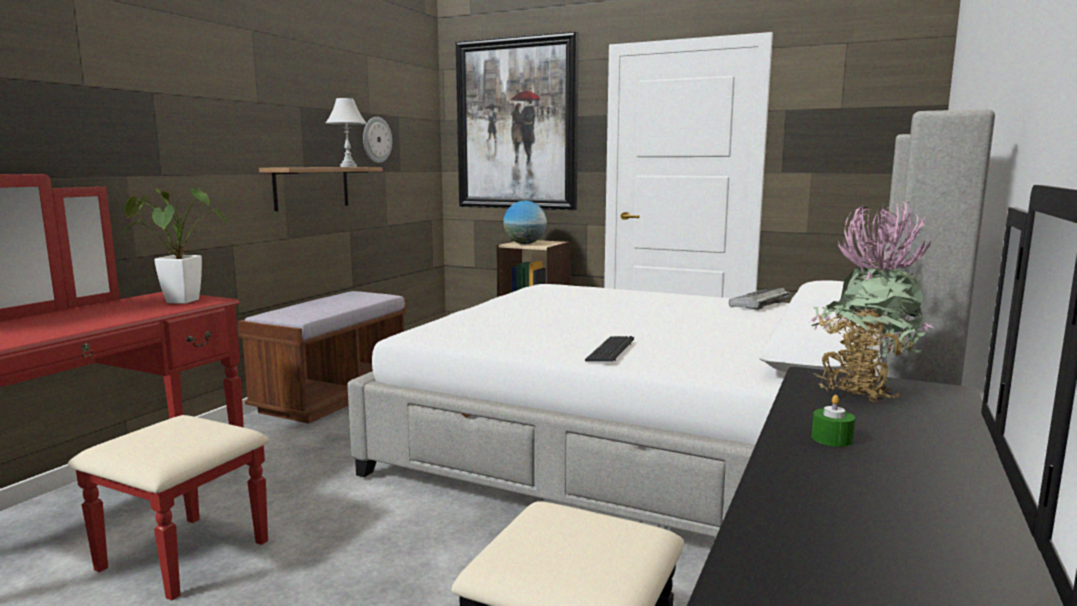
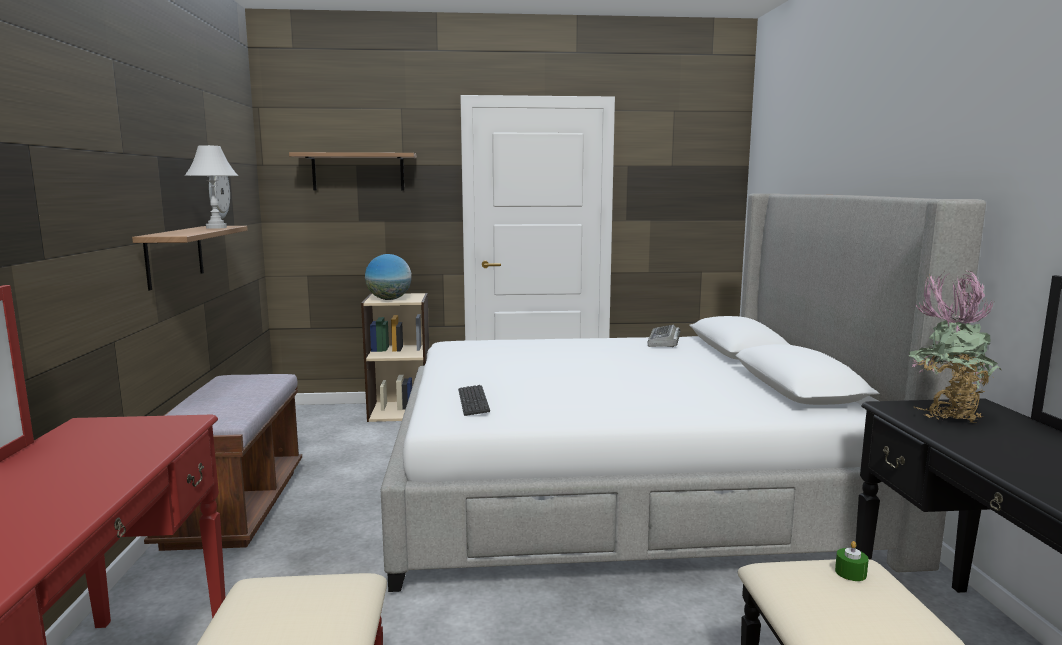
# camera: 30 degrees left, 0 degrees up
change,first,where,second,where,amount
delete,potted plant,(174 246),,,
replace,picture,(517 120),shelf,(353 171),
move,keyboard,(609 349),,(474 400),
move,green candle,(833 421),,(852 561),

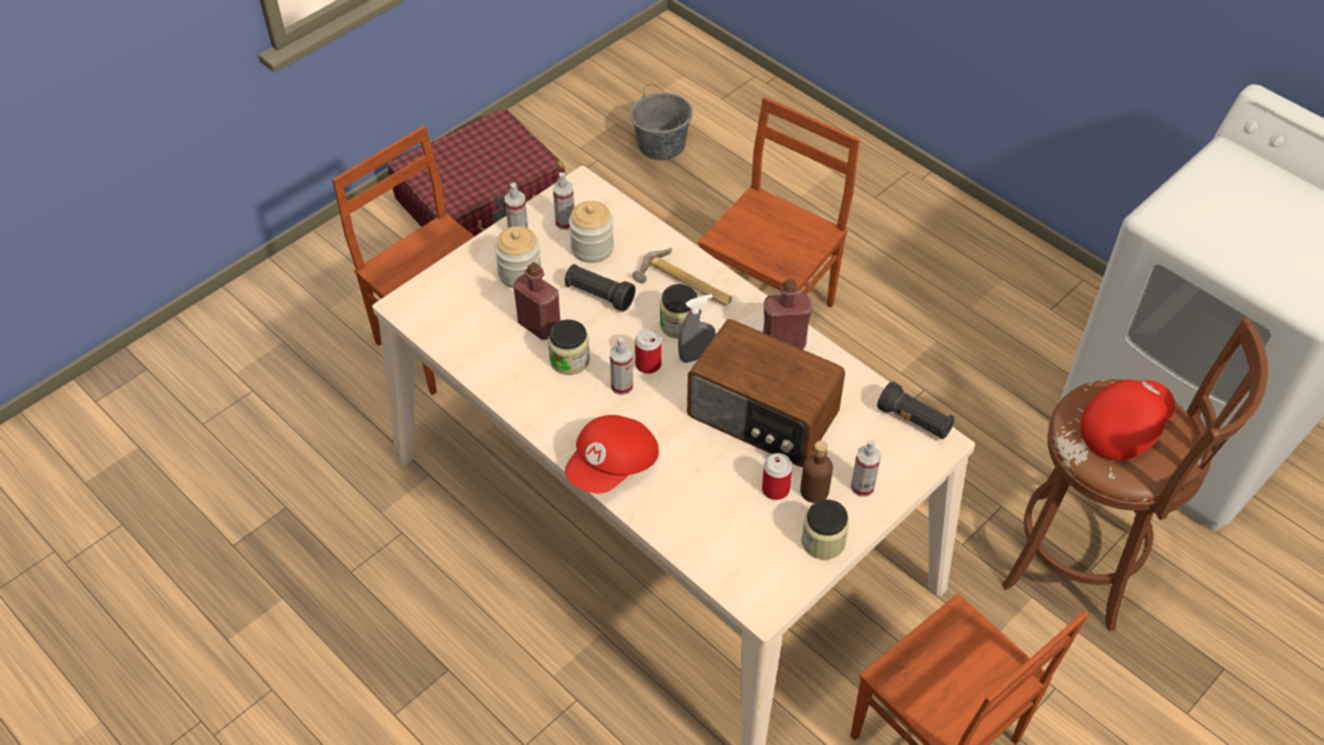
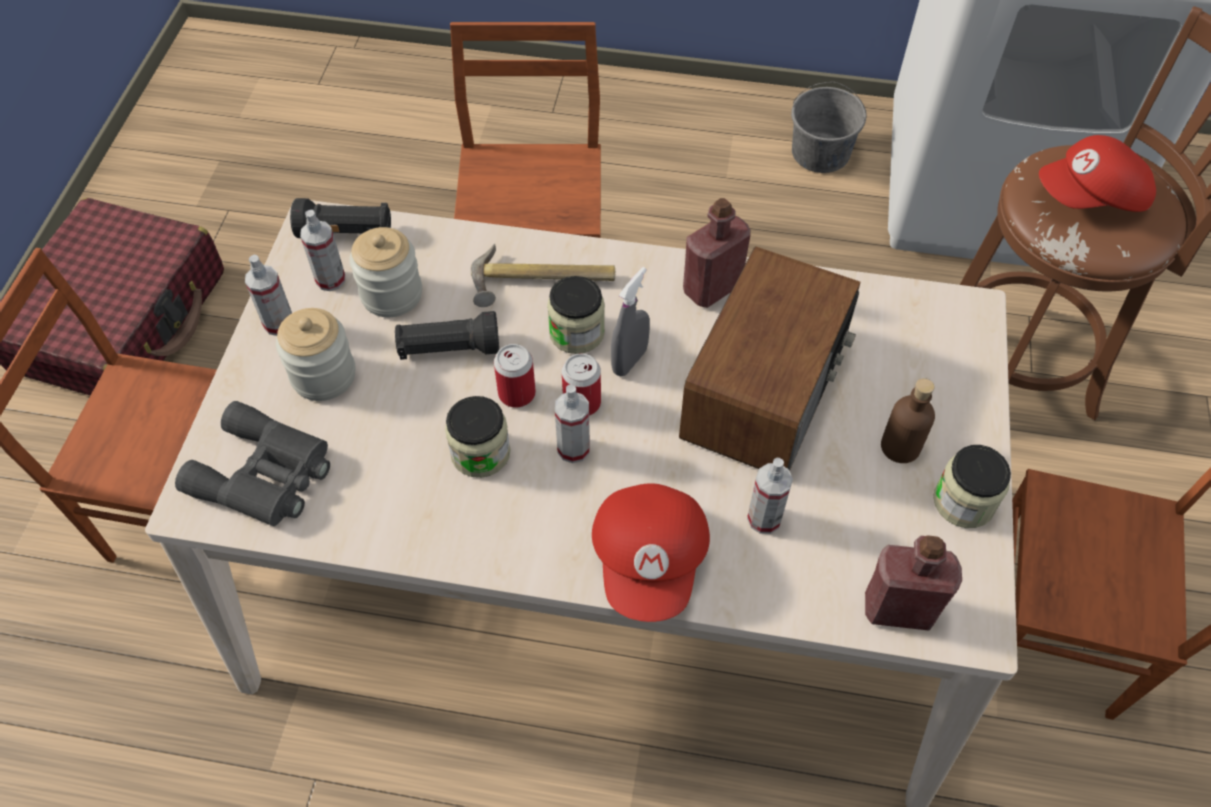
# camera: 35 degrees left, 5 degrees up
change,first,where,second,where,amount
move,red bottle,(536 301),,(913 583),
move,grey bucket,(661 122),,(829 127),
rotate,radio,(766 393),,(769 358),60 degrees counterclockwise
move,can,(777 476),,(515 376),
move,spray bottle,(866 468),,(770 495),
move,black flashlight,(915 410),,(340 218),
rotate,red cap,(1127 420),,(1097 173),120 degrees counterclockwise
insert,,,grey binoculars,(252 463),

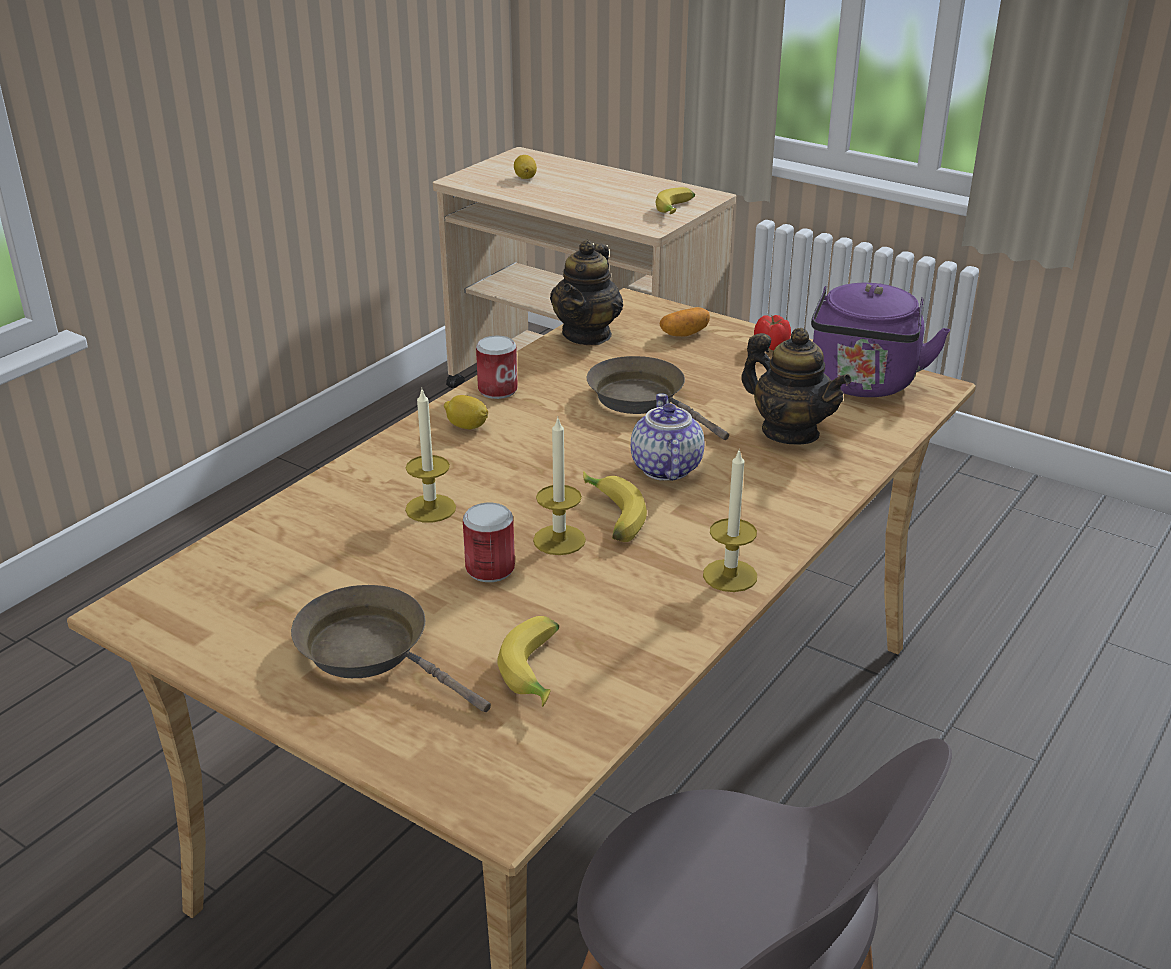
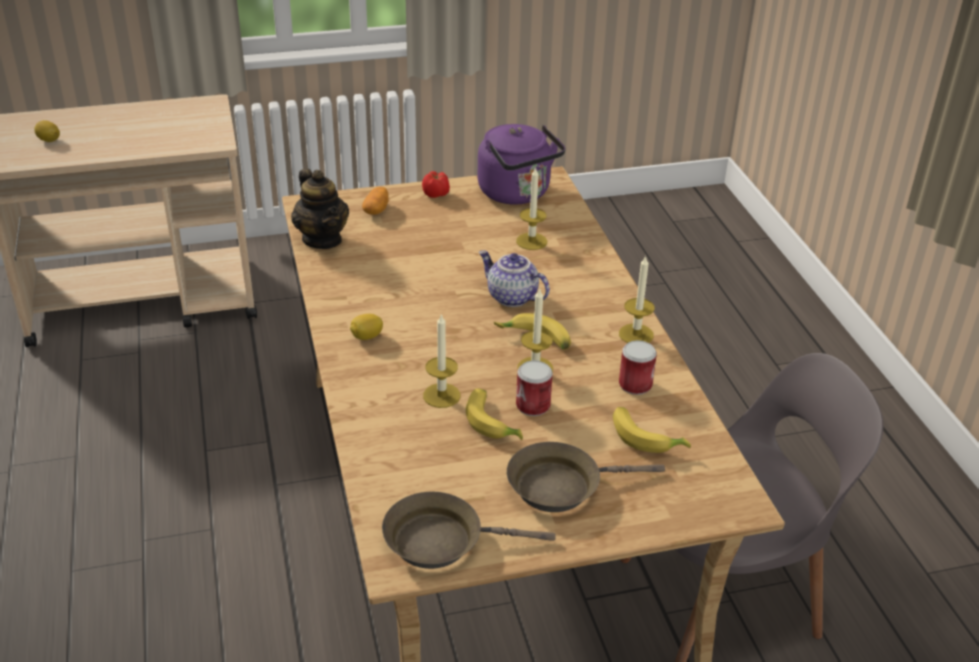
# camera: 50 degrees left, 5 degrees up
change,first,where,second,where,amount
move,can,(497 367),,(638 367),
move,brown frying pan,(658 398),,(469 530),
move,banana,(675 200),,(494 414),
replace,teapot,(796 386),candle,(531 208),

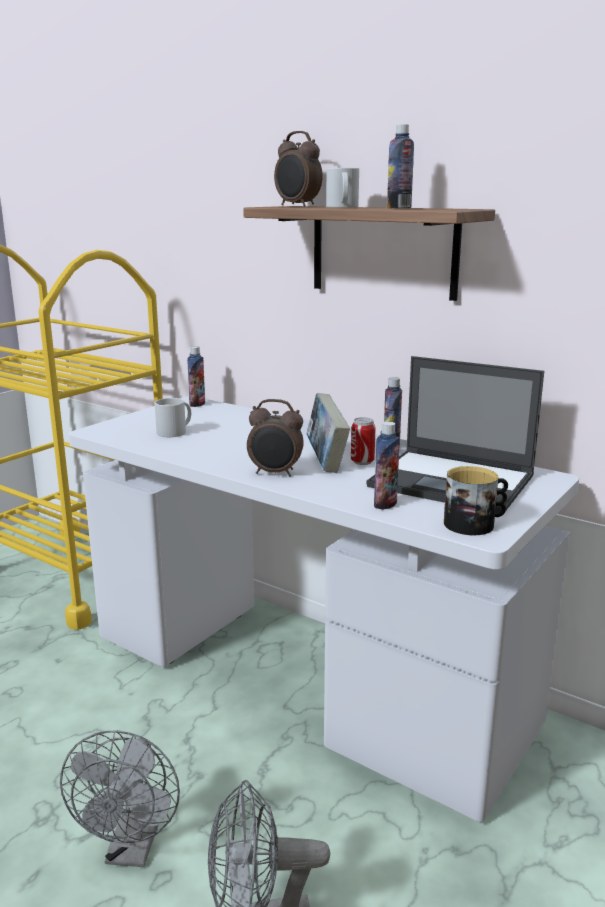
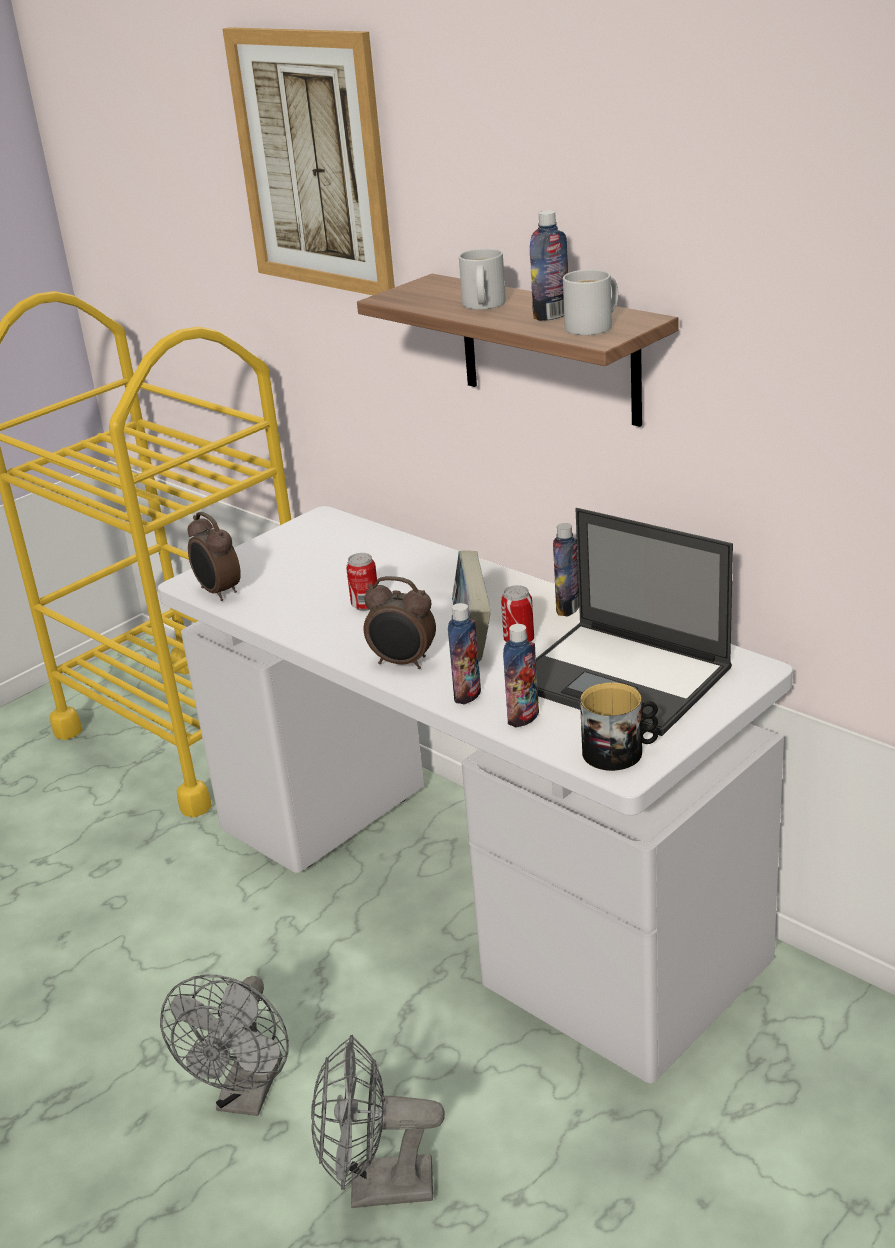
# camera: 10 degrees right, 10 degrees up
change,first,where,second,where,amount
move,white mug,(173 417),,(590 302),
move,bottle,(196 376),,(464 653),
move,alarm clock,(298 169),,(214 556),
insert,,,picture,(309 161),
insert,,,can,(361 582),

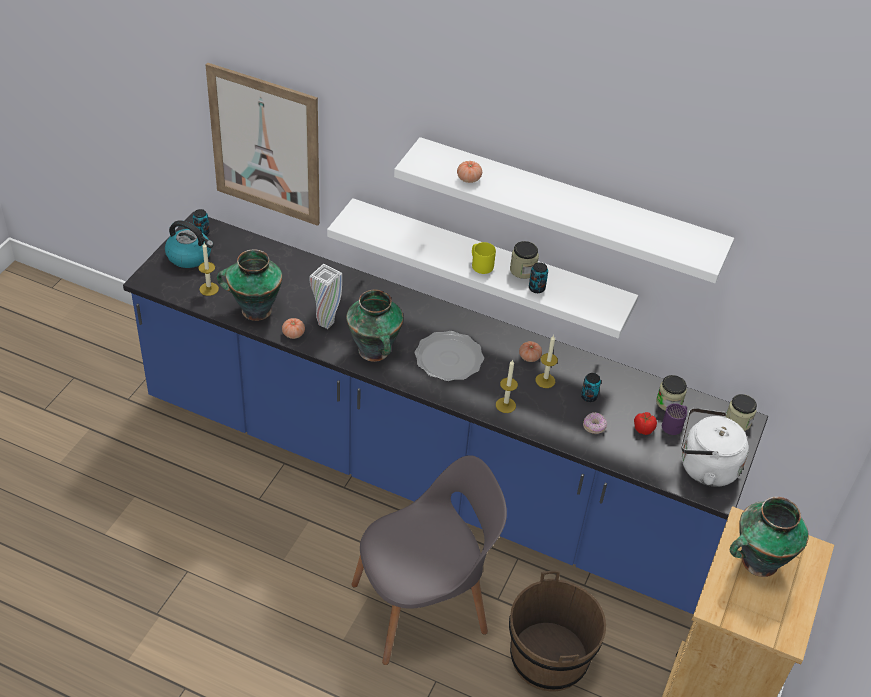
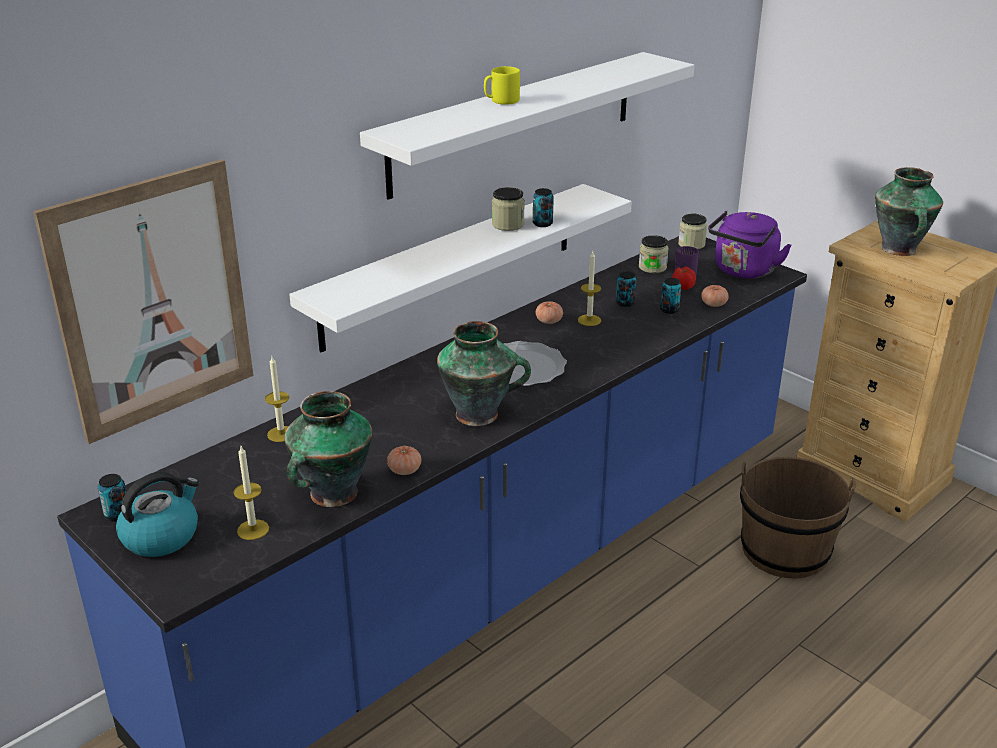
# camera: 65 degrees left, 15 degrees down
change,first,where,second,where,amount
delete,white vase,(325 296),,,
delete,grey chair,(429 560),,,
move,tomato,(469 172),,(715 296),
move,yellow mug,(484 258),,(502 85),
move,candle,(507 386),,(277 399),
replace,donut,(595 423),can,(670 296),
recolor,white kettle,(715 447),purple kettle,(750 245),

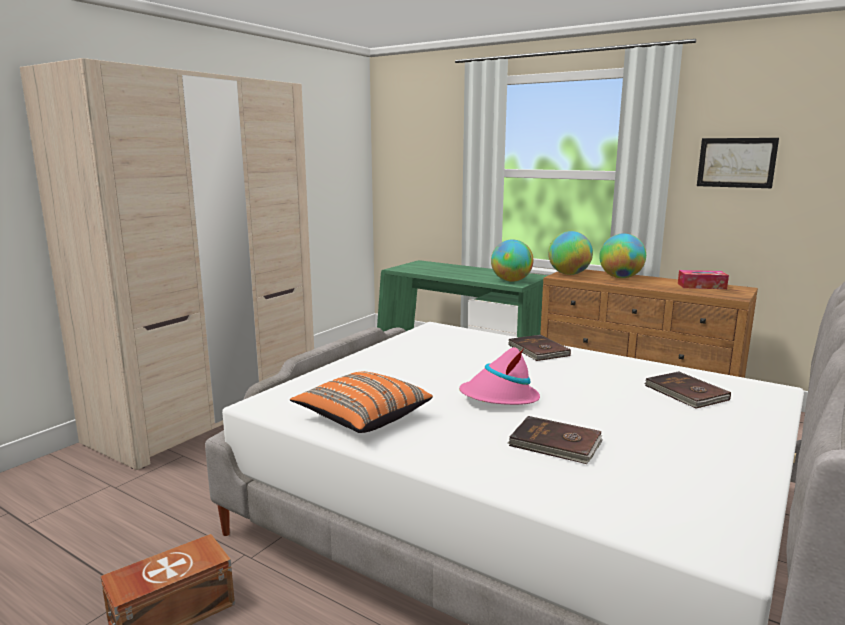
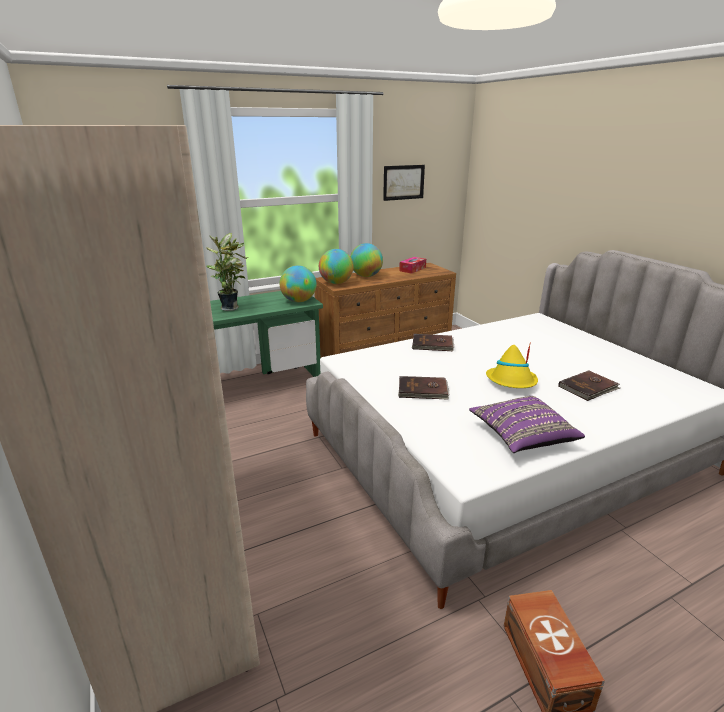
# camera: 60 degrees left, 10 degrees up
change,first,where,second,where,amount
recolor,orange pillow,(361 402),purple pillow,(527 424),
recolor,pink hat,(499 376),yellow hat,(512 365),
move,brown book,(687 390),,(424 388),
insert,,,potted plant,(226 272),

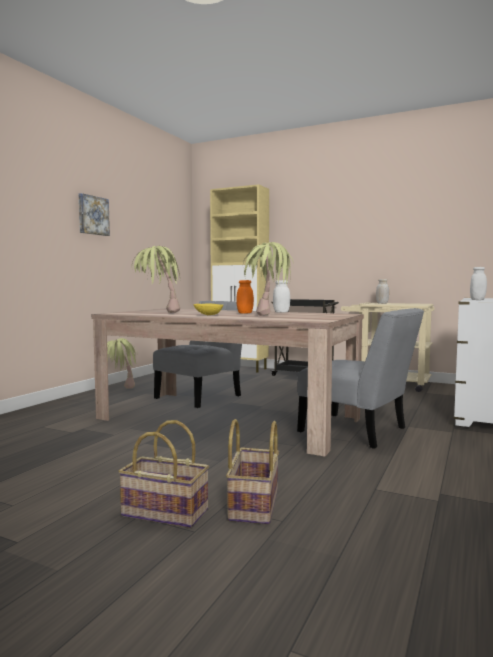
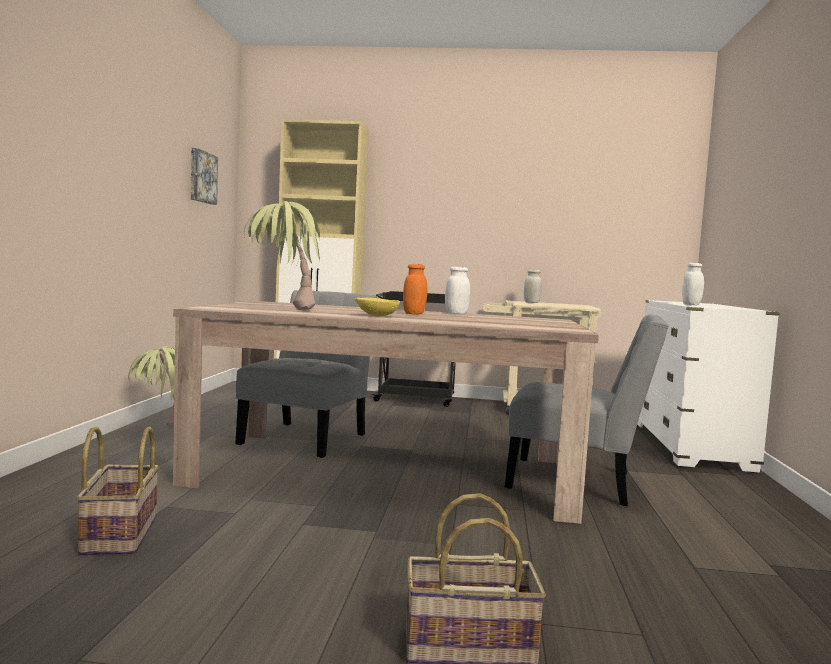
# camera: 20 degrees left, 0 degrees up
change,first,where,second,where,amount
move,picture,(94 214),,(204 176),
move,basket,(252 471),,(117 490),
delete,potted plant,(268 279),,,

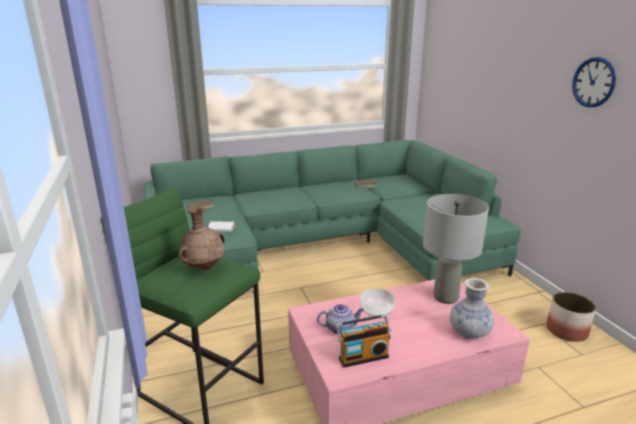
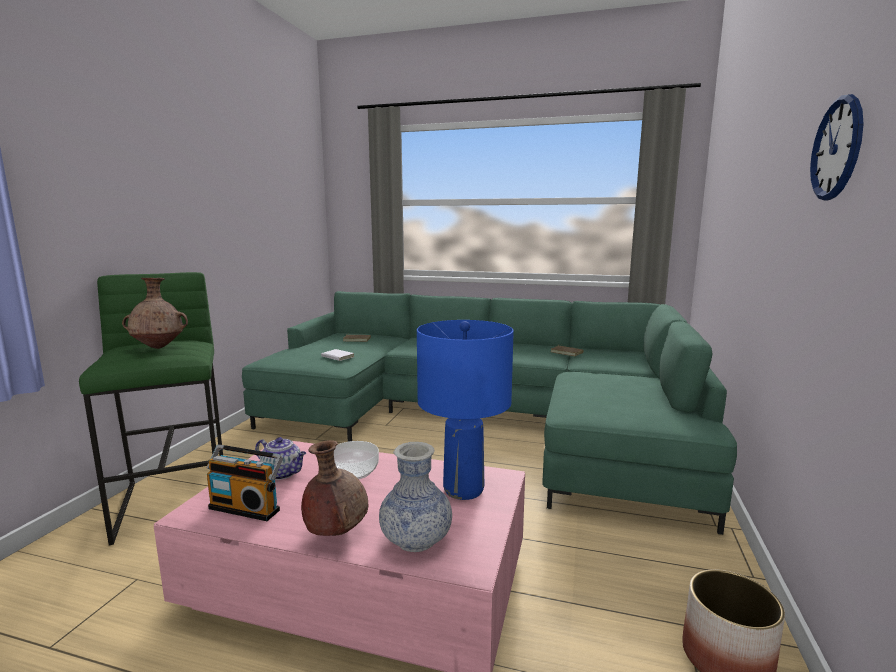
# camera: 35 degrees right, 10 degrees down
change,first,where,second,where,amount
recolor,grey table lamp,(456 249),blue table lamp,(465 410),
insert,,,brown vase,(334 488),

